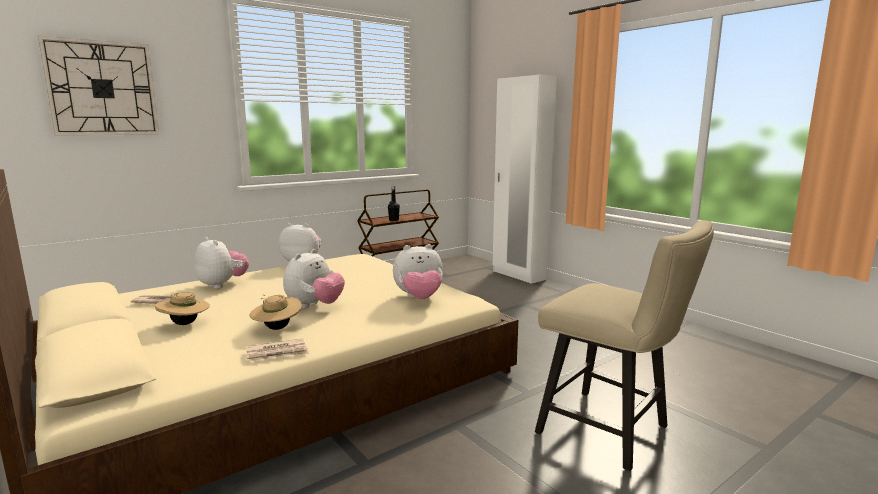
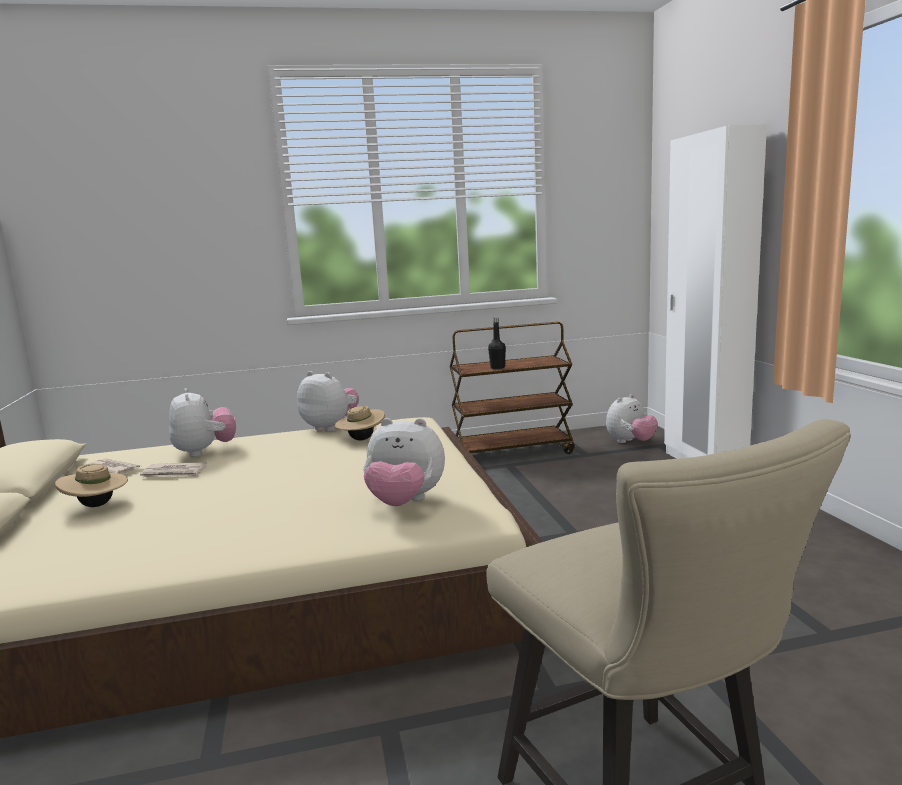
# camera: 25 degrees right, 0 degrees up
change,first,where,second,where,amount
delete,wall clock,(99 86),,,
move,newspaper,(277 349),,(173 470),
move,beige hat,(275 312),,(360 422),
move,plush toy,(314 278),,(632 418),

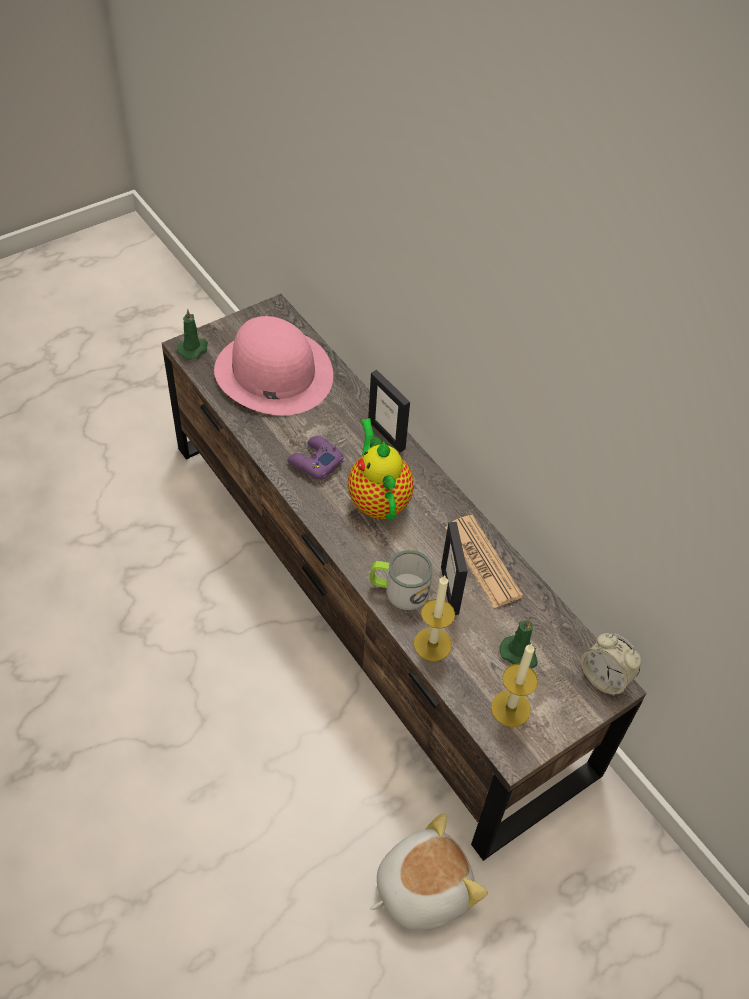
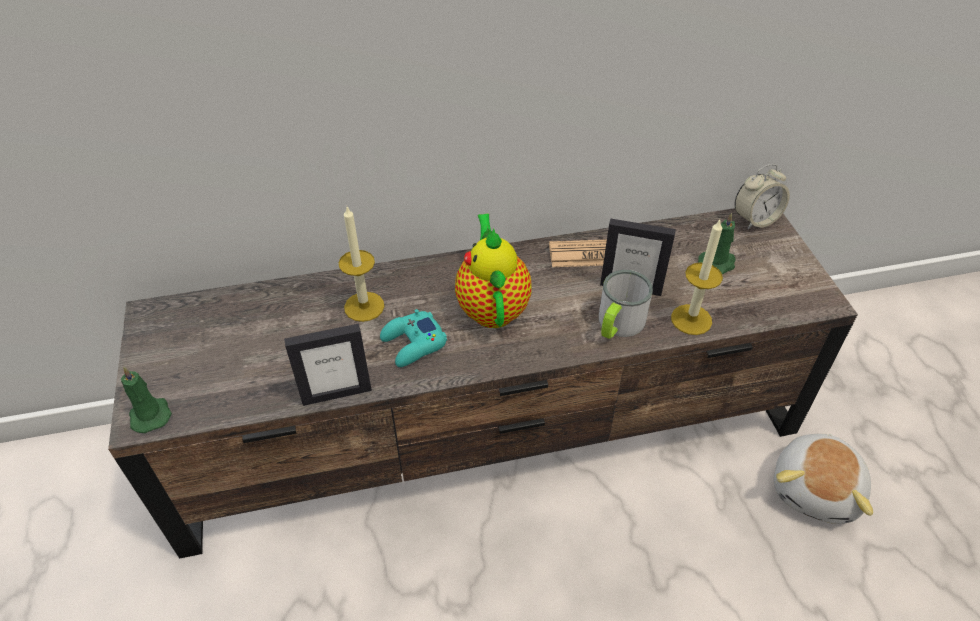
# camera: 65 degrees left, 5 degrees down
change,first,where,second,where,amount
delete,pink hat,(273 365),,,
recolor,purple game controller,(316 458),turquoise game controller,(413 338),
rotate,teapot,(381 469),,(493 271),75 degrees clockwise
move,picture frame,(389 411),,(328 365),
rotate,plush toy,(429 871),,(823 479),150 degrees counterclockwise
move,candle,(514 685),,(361 264),

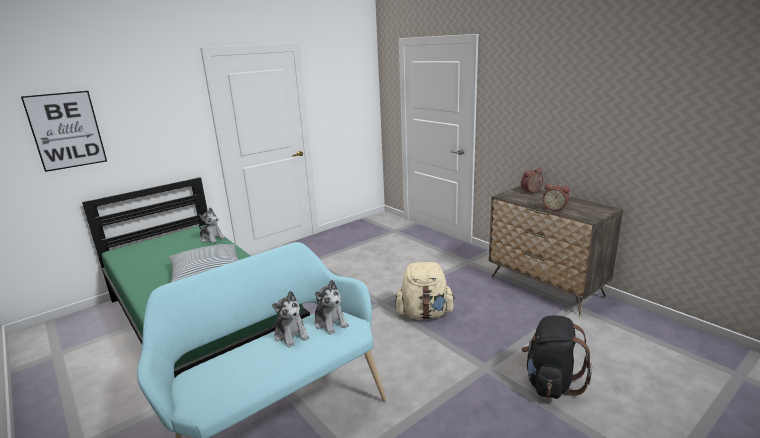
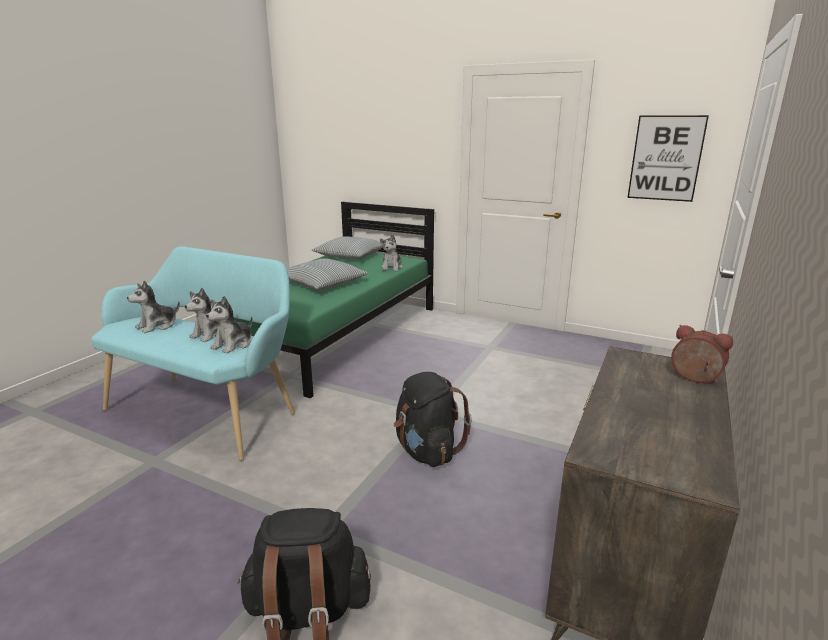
# camera: 65 degrees right, 0 degrees up
change,first,where,second,where,amount
move,picture,(64 131),,(668 158),
recolor,beige backpack,(425 291),black backpack,(433 419),
delete,alarm clock,(556 197),,,
insert,,,plush toy,(153 306),
insert,,,pillow,(347 248),

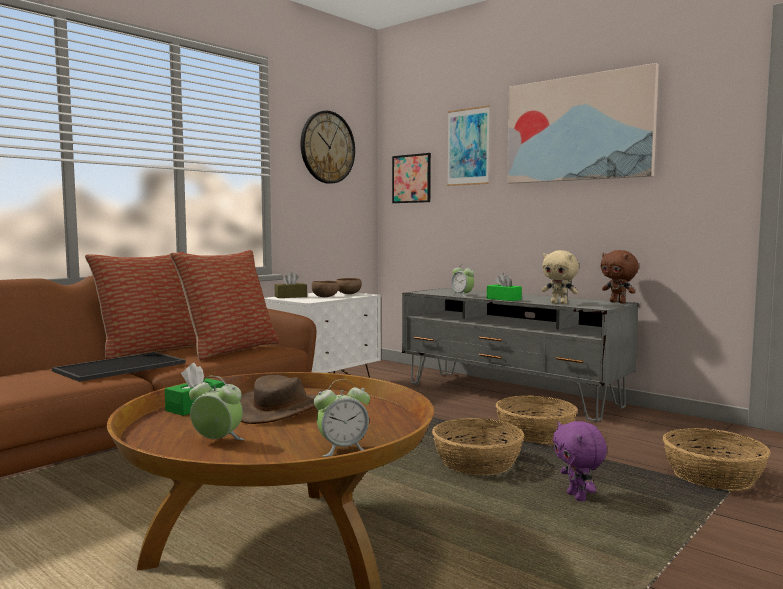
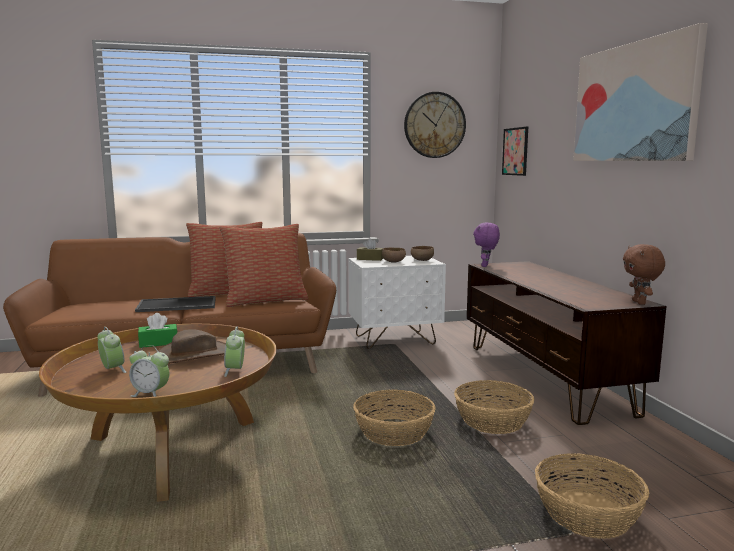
# camera: 35 degrees right, 5 degrees up
change,first,where,second,where,amount
recolor,grey tv stand,(520 355),brown tv stand,(566 343),
delete,picture,(468 145),,,
move,alarm clock,(462 280),,(234 351),
delete,green tissue box,(504 287),,,
delete,beige plush toy,(560 277),,,
move,purple plush toy,(580 461),,(486 245),

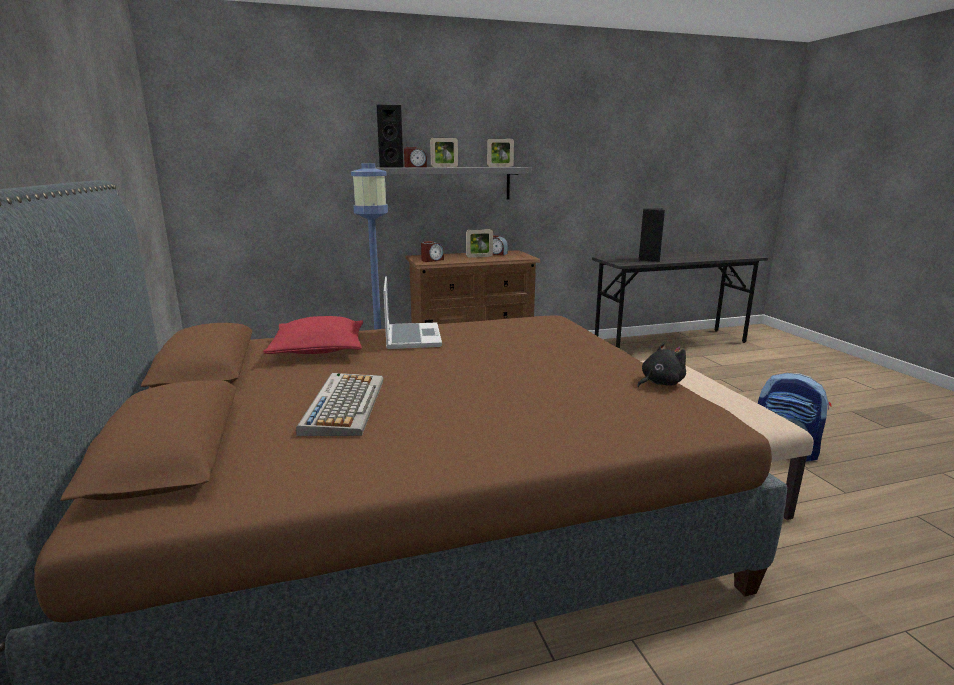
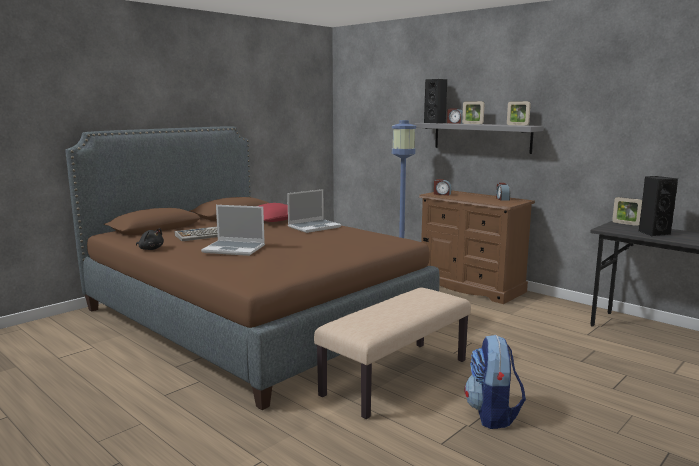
# camera: 60 degrees right, 5 degrees down
change,first,where,second,where,amount
move,picture frame,(479 243),,(627 211),
move,black plush toy,(661 365),,(150 239),
insert,,,laptop,(233 230),

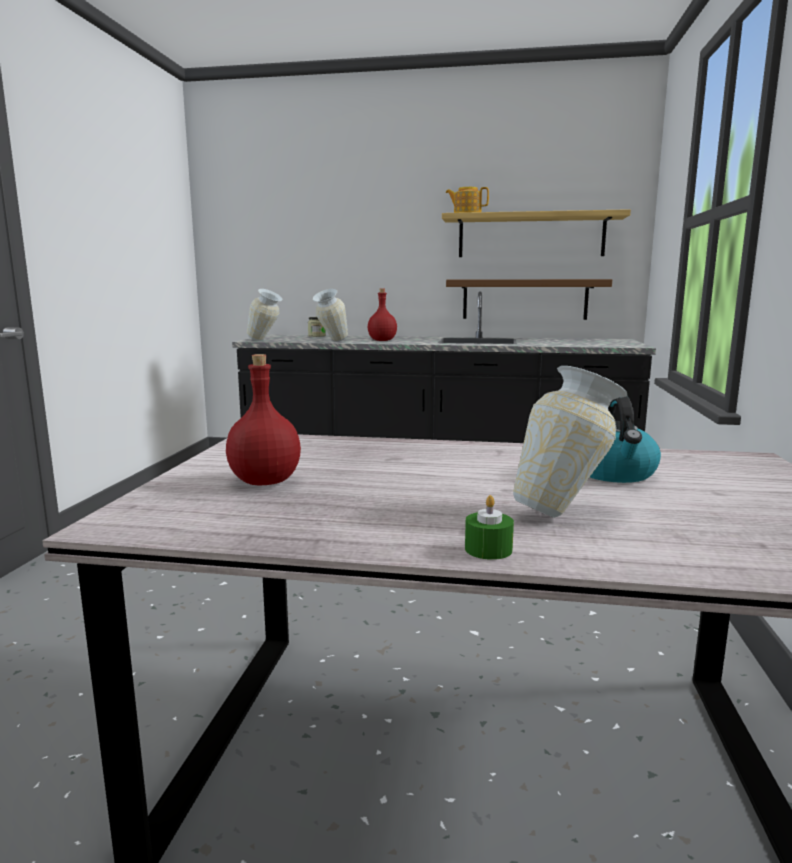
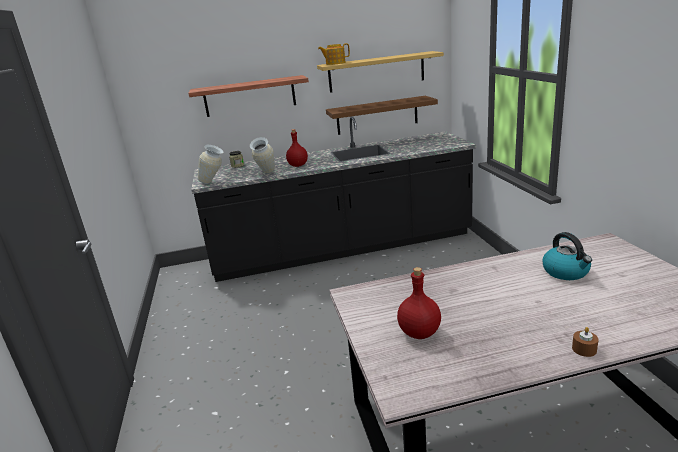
# camera: 20 degrees left, 10 degrees up
change,first,where,second,where,amount
recolor,green candle,(489 527),brown candle,(585 342),
delete,vase,(570 442),,,
insert,,,shelf,(248 96),

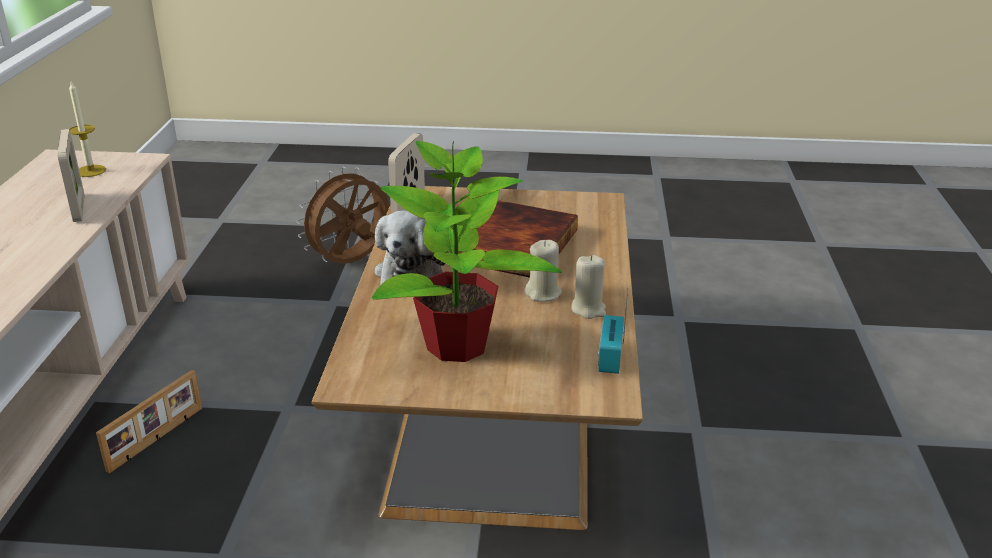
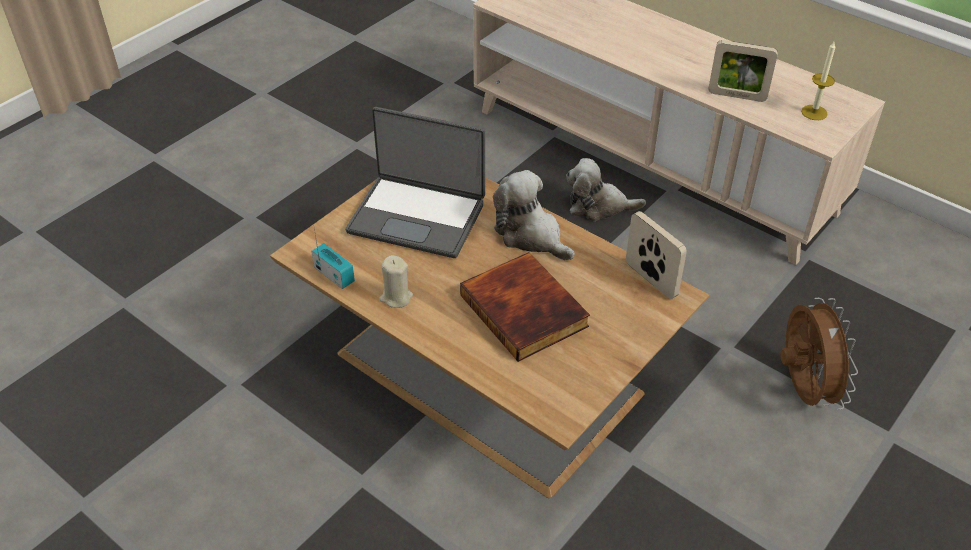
# camera: 125 degrees right, 15 degrees up
change,first,where,second,where,amount
replace,picture frame,(149 421),plush toy,(606 189),
replace,potted plant,(467 251),laptop,(415 182),
delete,beige candle,(543 271),,,

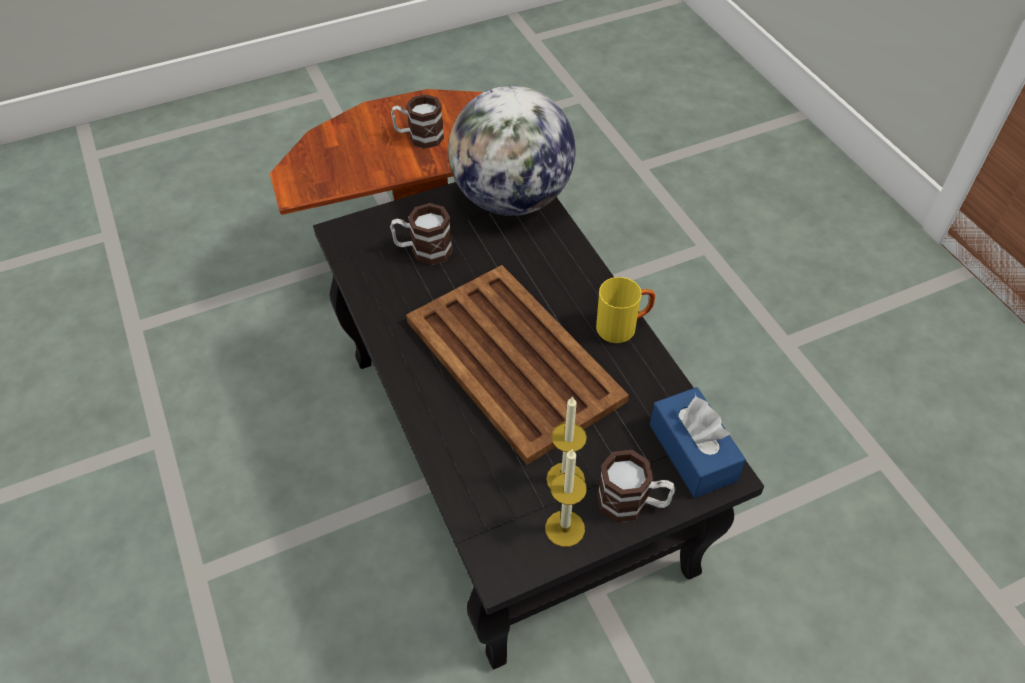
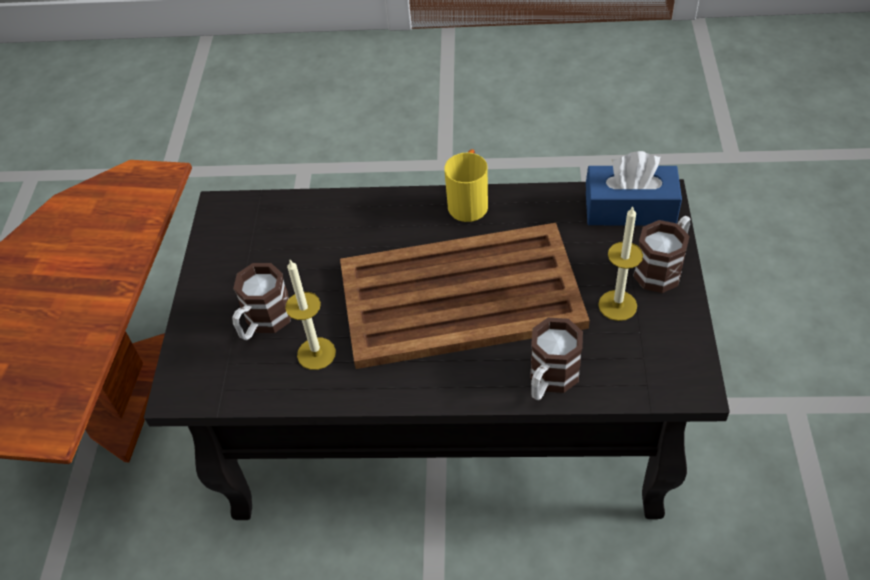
# camera: 60 degrees left, 0 degrees up
change,first,where,second,where,amount
move,mug,(417 121),,(556 359),
delete,globe,(511 151),,,
move,candle,(566 498),,(310 315),

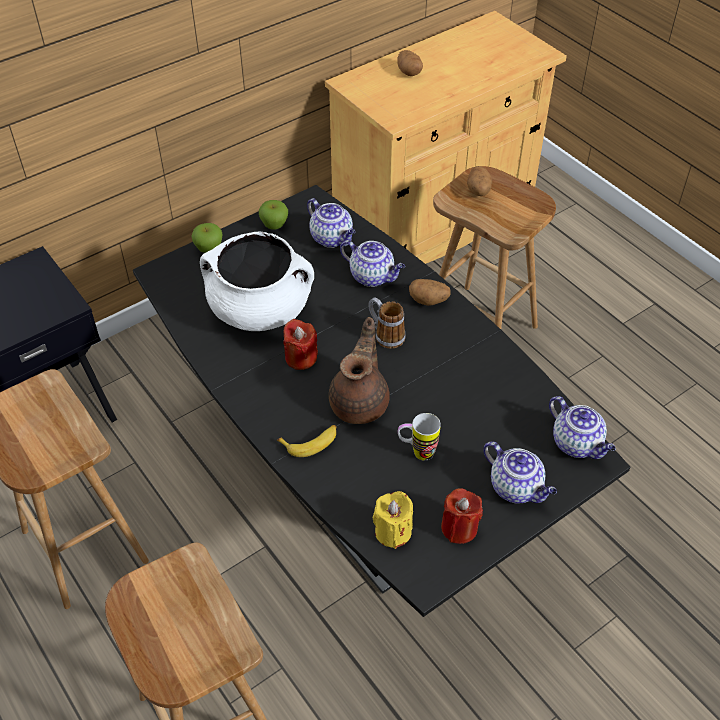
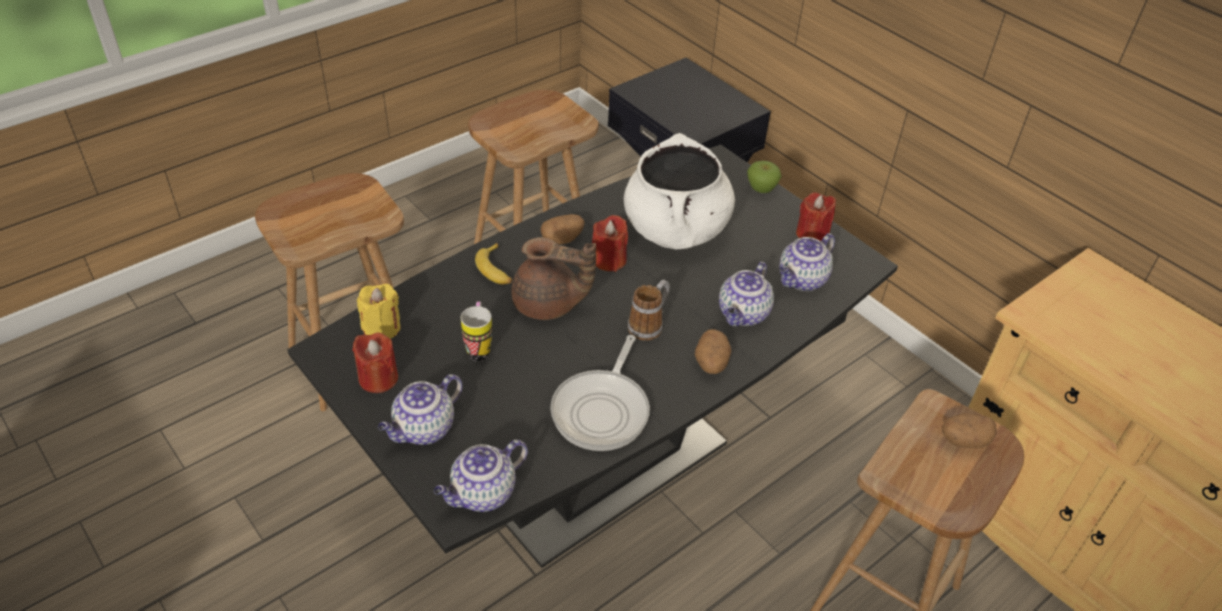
# camera: 85 degrees right, 5 degrees down
change,first,where,second,where,amount
replace,apple,(273 215),red candle,(816 216),
move,potato,(410 63),,(563 229),
insert,,,frying pan,(600 393),

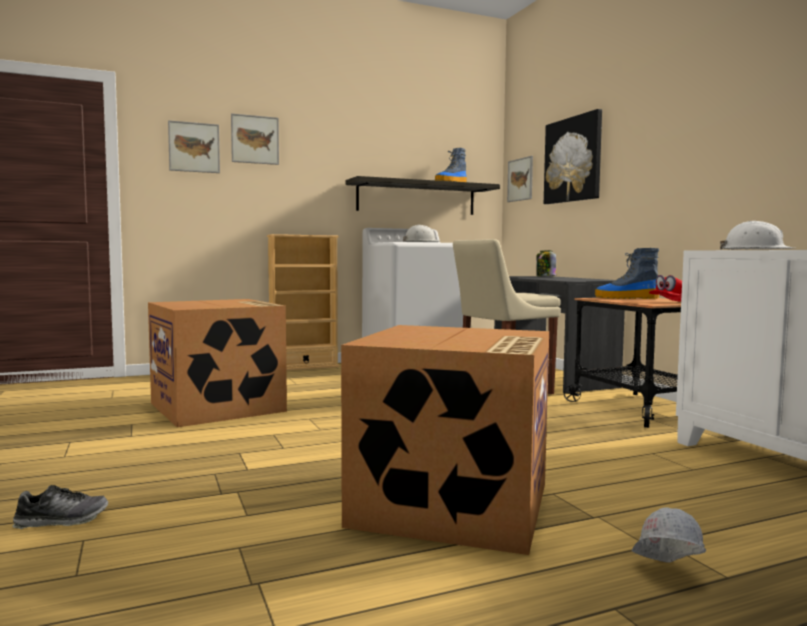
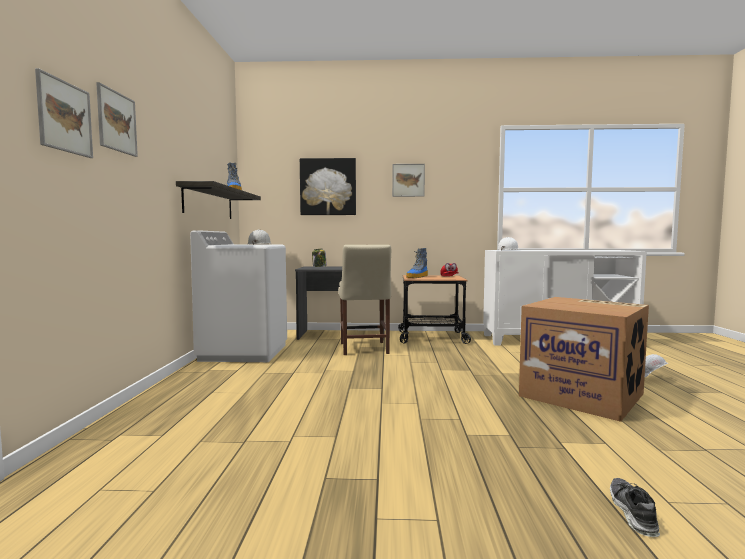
# camera: 65 degrees left, 0 degrees up
change,first,where,second,where,amount
delete,cardboard box,(217 363),,,
delete,beige bookcase,(303 302),,,
move,picture,(520 179),,(408 180),

